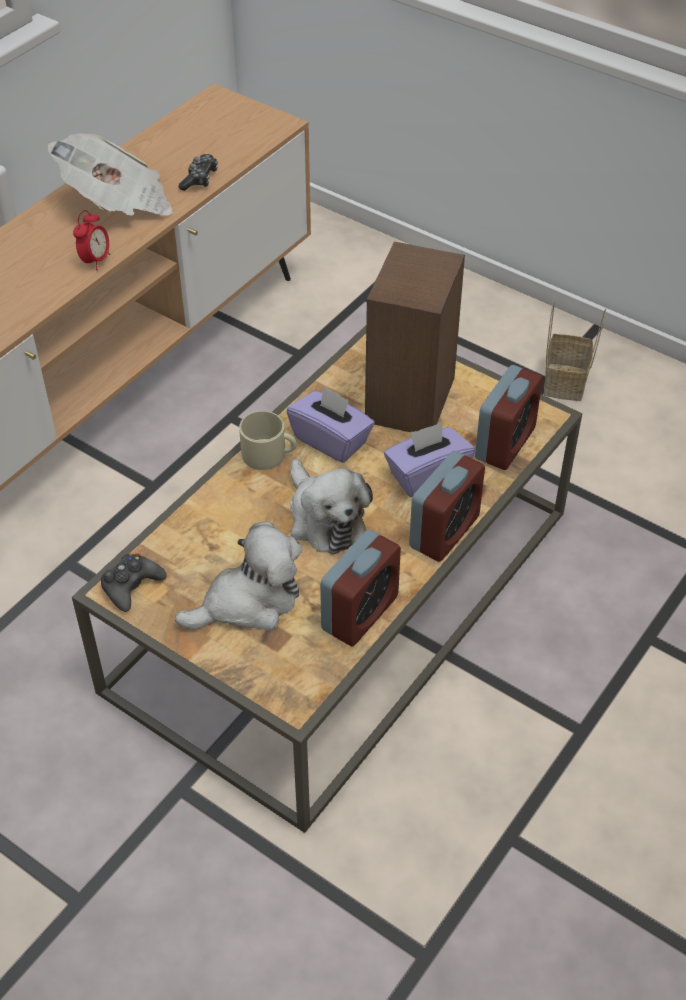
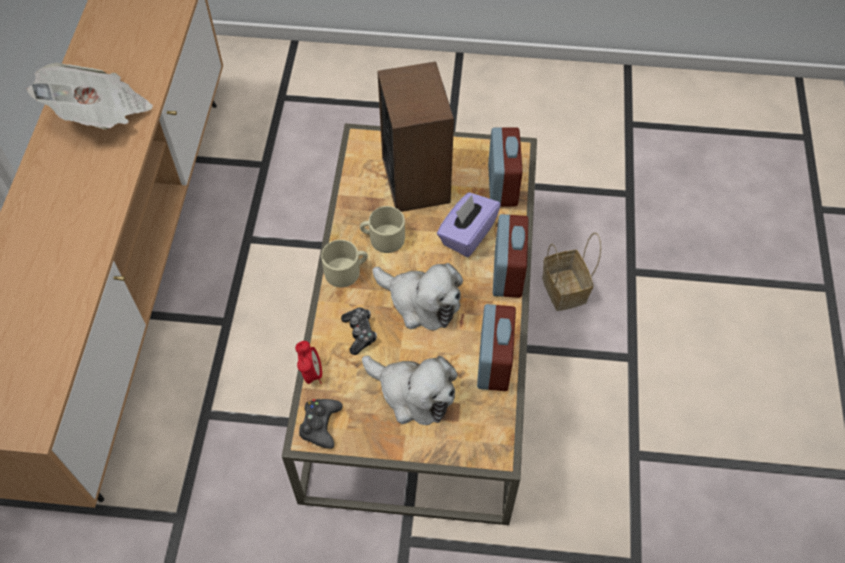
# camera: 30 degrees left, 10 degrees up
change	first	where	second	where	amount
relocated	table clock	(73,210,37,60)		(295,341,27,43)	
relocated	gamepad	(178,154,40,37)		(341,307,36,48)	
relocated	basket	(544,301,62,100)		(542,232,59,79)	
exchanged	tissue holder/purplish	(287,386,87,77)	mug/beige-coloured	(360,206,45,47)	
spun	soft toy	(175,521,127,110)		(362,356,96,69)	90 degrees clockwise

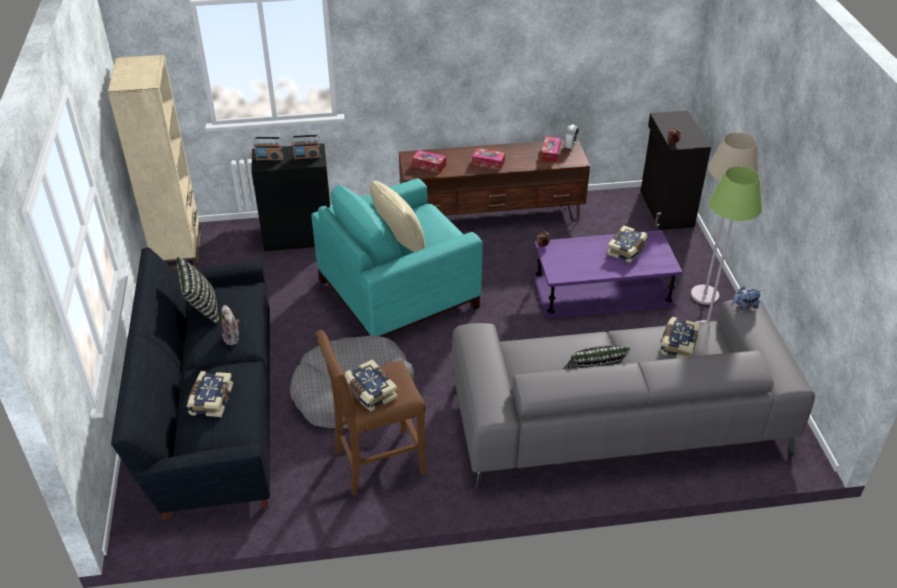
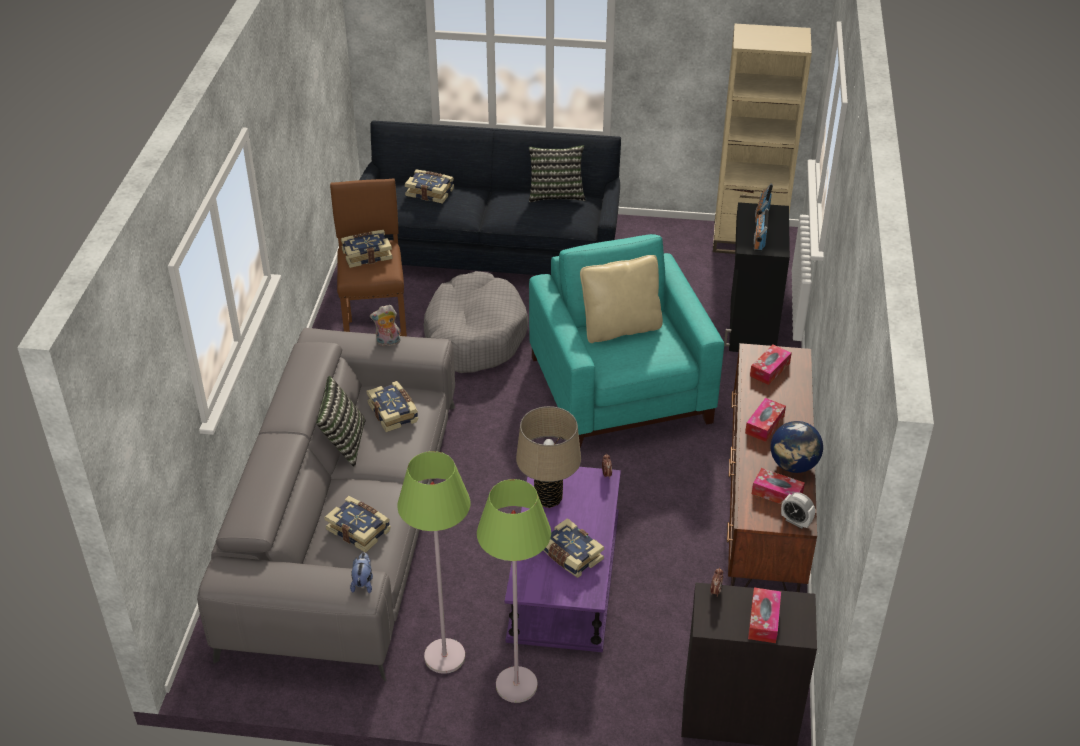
# camera: 105 degrees right, 0 degrees up
change	first	where	second	where	amount
appeared			book	(367,381,51,51)	
appeared			tabletop lamp/beige-coloured	(516,406,65,102)	
appeared			tissue holder	(748,587,33,56)	
appeared			globe	(771,421,52,52)	
relocated	soft toy	(221,305,18,40)		(370,305,31,41)	
colour	floor lamp/beige-coloured	(691,133,68,172)	floor lamp/greenish	(477,479,74,224)	

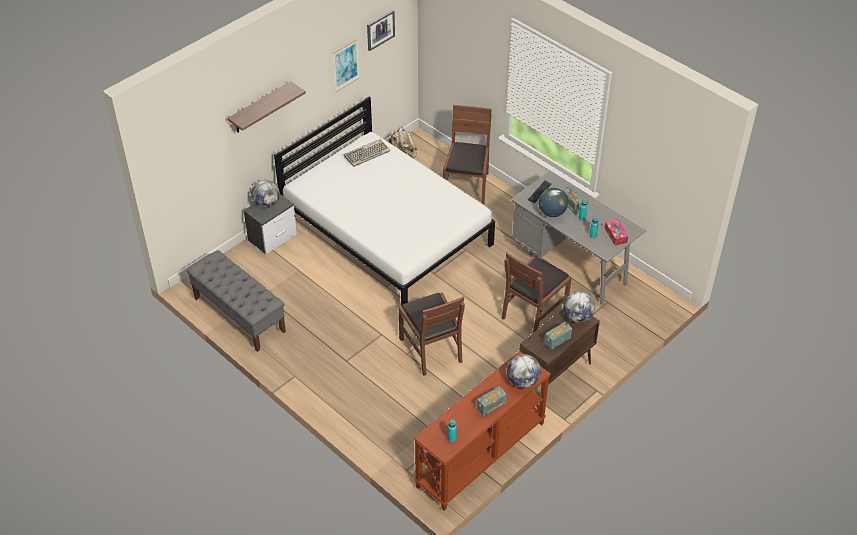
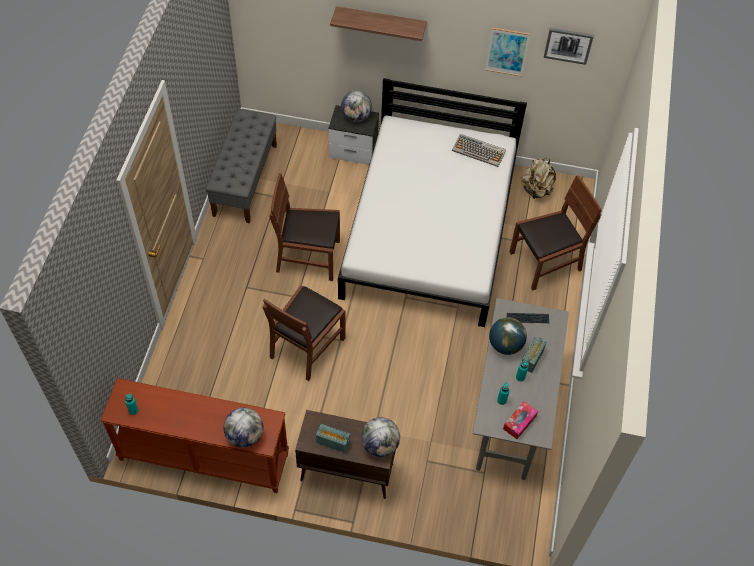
# camera: 55 degrees right, 10 degrees up
change	first	where	second	where	amount
missing	radio set	(477,387,29,29)			
relocated	upright chair/brownish	(501,253,71,80)		(270,173,70,108)	

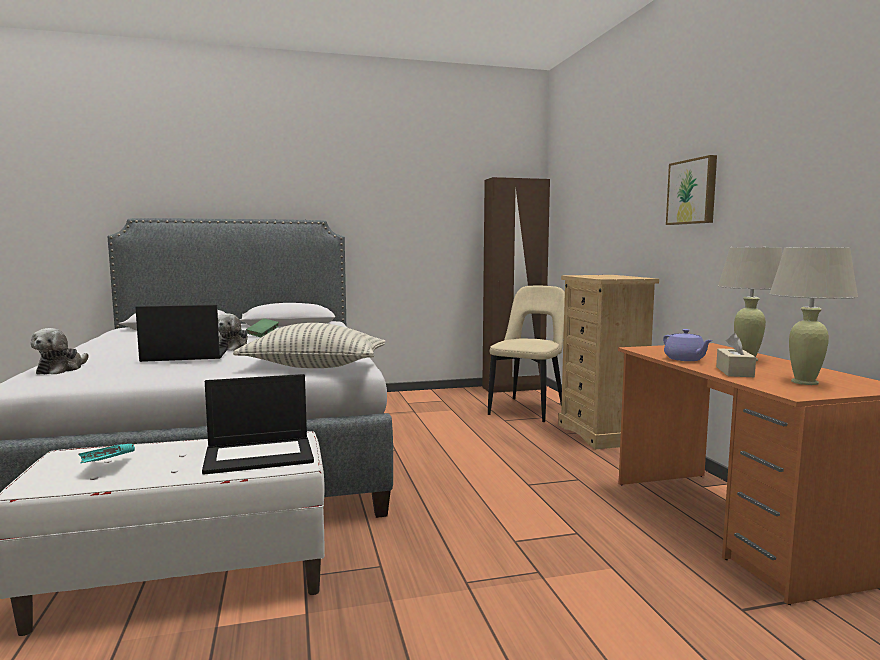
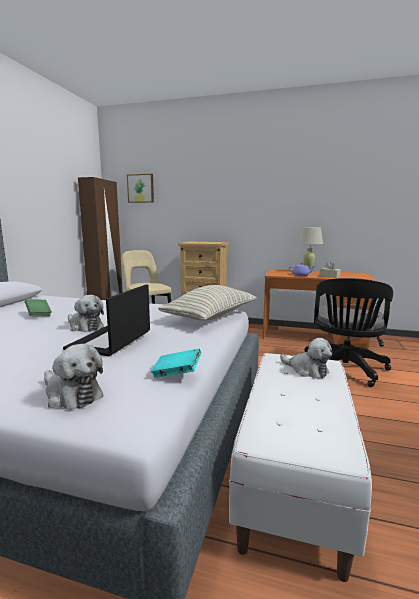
# camera: 60 degrees left, 5 degrees up
change	first	where	second	where	amount
missing	tabletop lamp/beige-coloured	(769,247,89,138)			
appeared			desk chair/black-coloured	(304,278,89,109)	
relocated	book/turquoise	(78,444,57,19)		(151,348,50,30)	
relocated	wall art	(666,155,51,70)		(127,174,27,29)	
exchanged	laptop	(202,374,112,101)	soft toy	(280,338,52,40)	

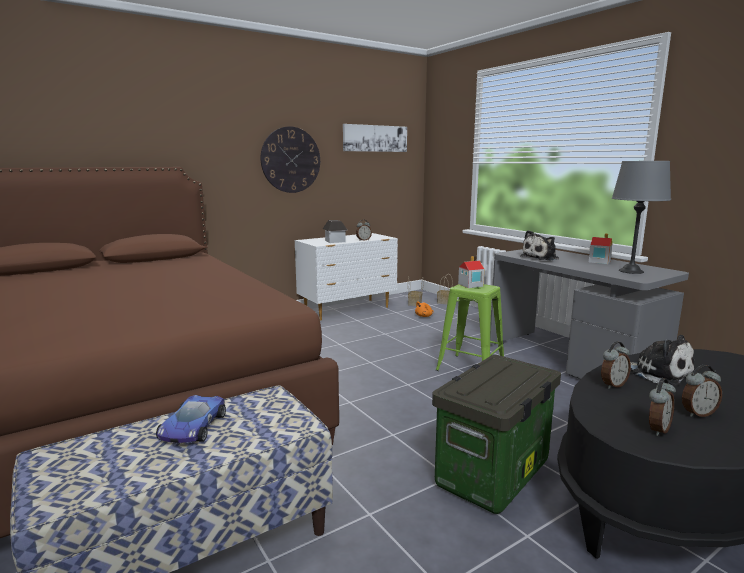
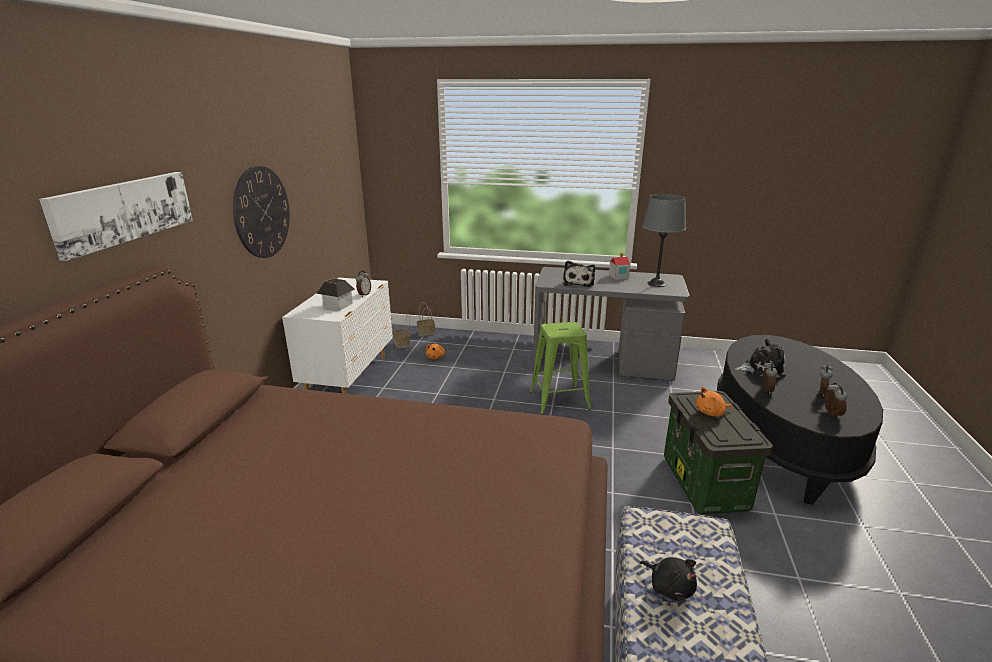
# camera: 45 degrees left, 10 degrees up
change	first	where	second	where	amount
missing	toy house	(458,256,26,32)			
appeared			soft toy/orange	(696,387,37,30)	
relocated	wall art	(343,124,64,28)		(39,172,154,89)	
exchanged	model car	(156,395,70,48)	soft toy/black-coloured	(640,557,57,44)	

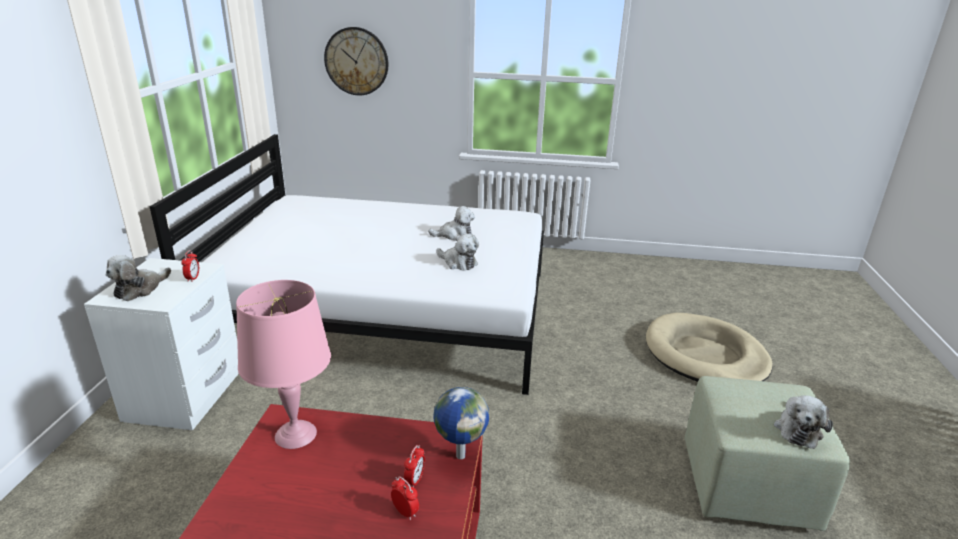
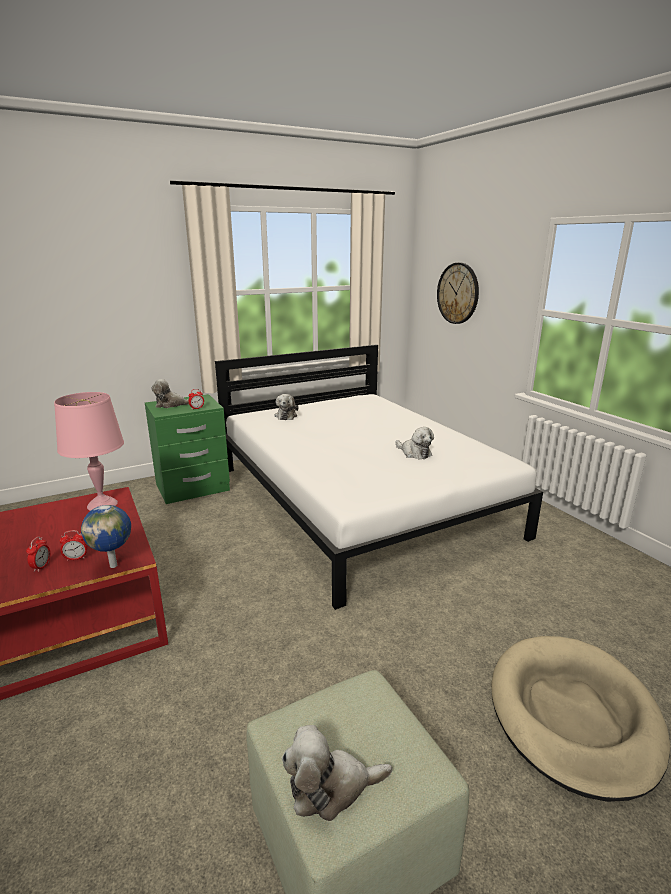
# camera: 55 degrees right, 5 degrees down
change	first	where	second	where	amount
relocated	soft toy	(436,234,43,36)		(274,394,25,26)	
colour	bedside table/white-coloured	(84,258,155,172)	bedside table/greenish	(145,394,85,110)	

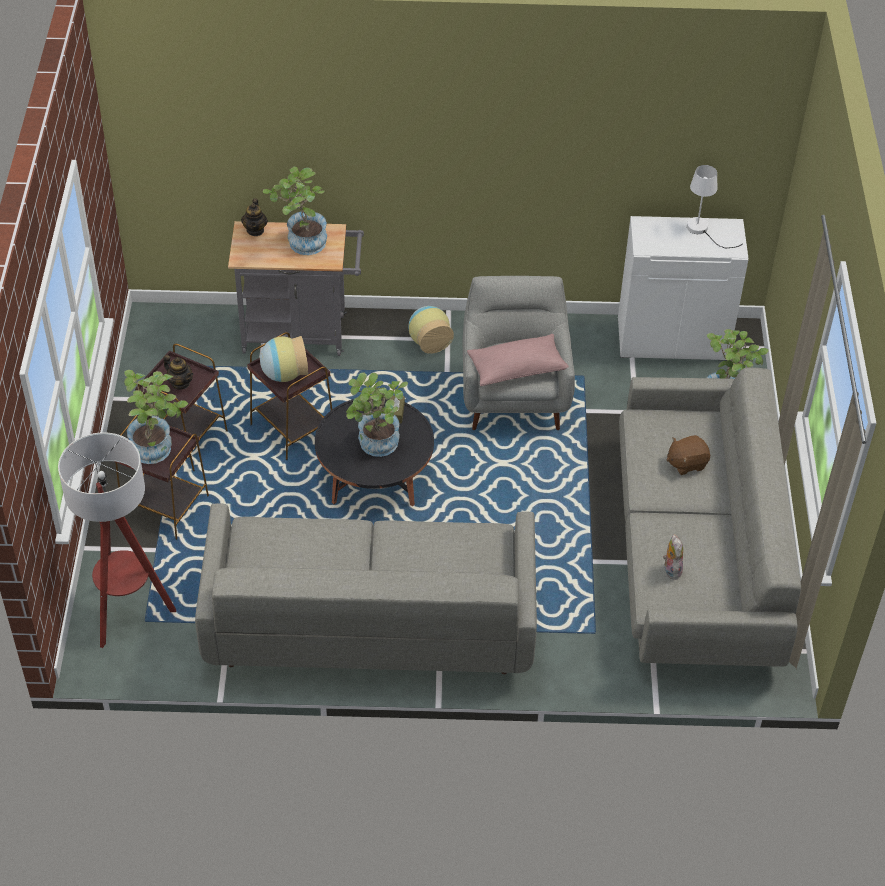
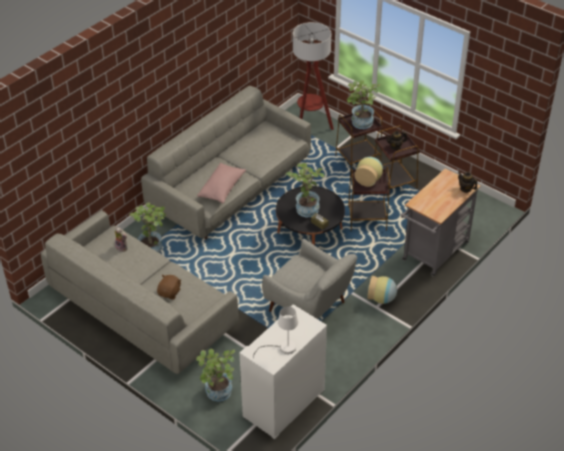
# camera: 130 degrees right, 5 degrees down
change	first	where	second	where	amount
relocated	plant in a pot	(263,167,64,88)		(129,202,37,51)	
relocated	throw pillow/pinkish	(467,334,102,52)		(197,163,49,40)	

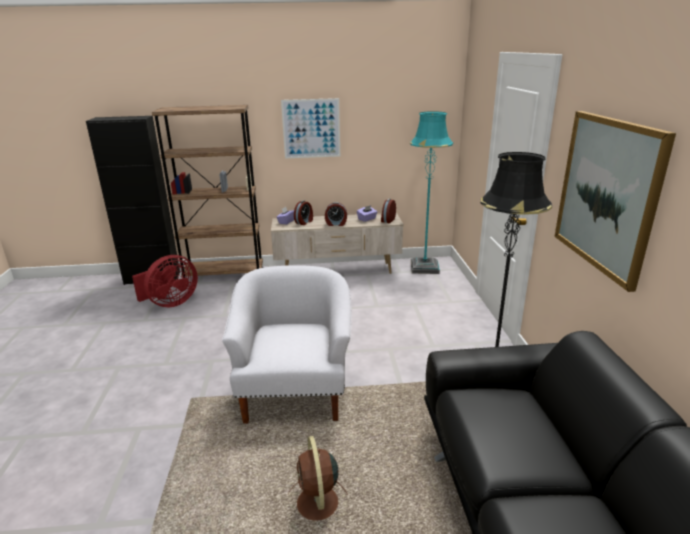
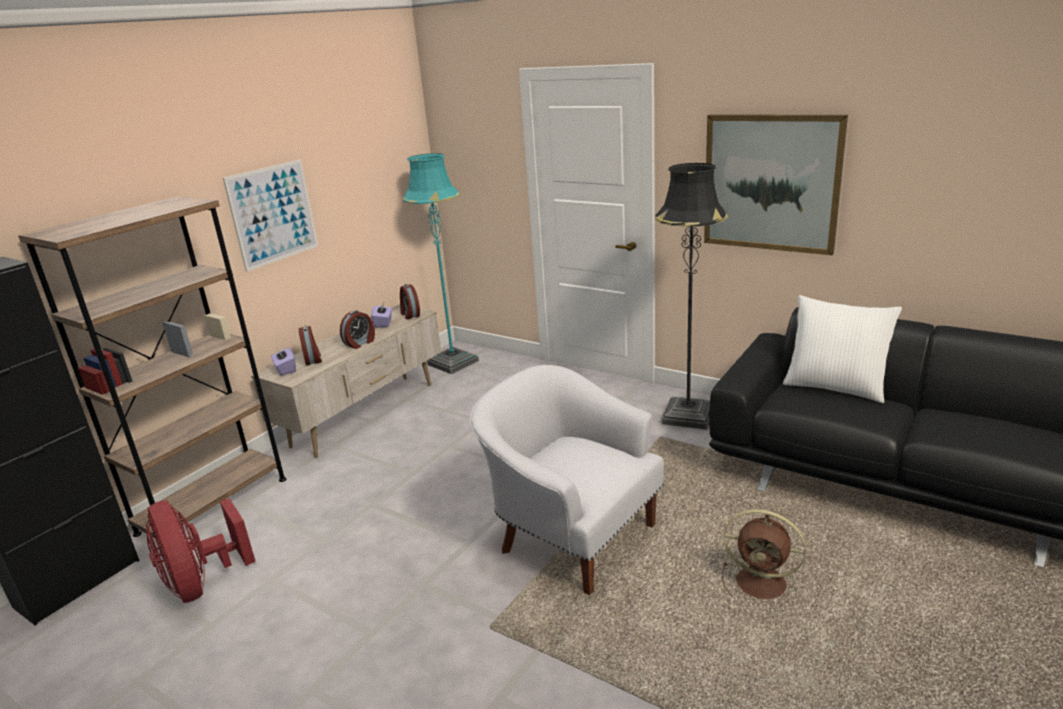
# camera: 50 degrees left, 0 degrees up
change	first	where	second	where	amount
appeared			throw pillow/white-coloured	(783,295,119,109)	
spun	cooling fan/reddish	(132,255,66,52)		(146,498,110,105)	150 degrees clockwise

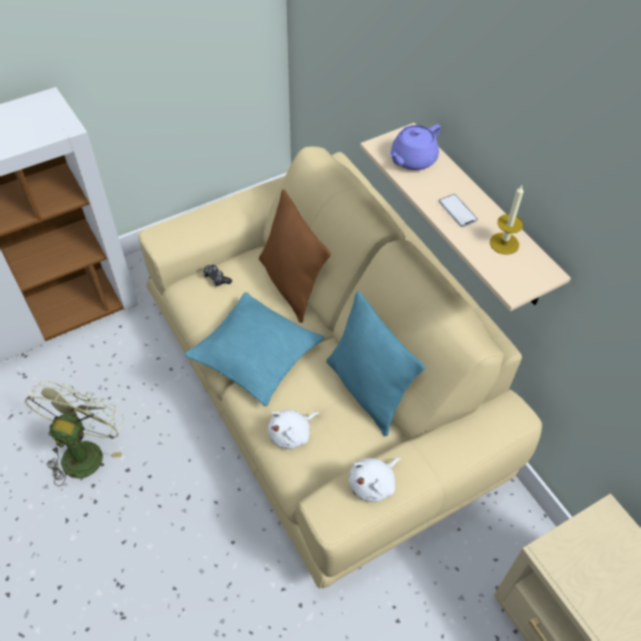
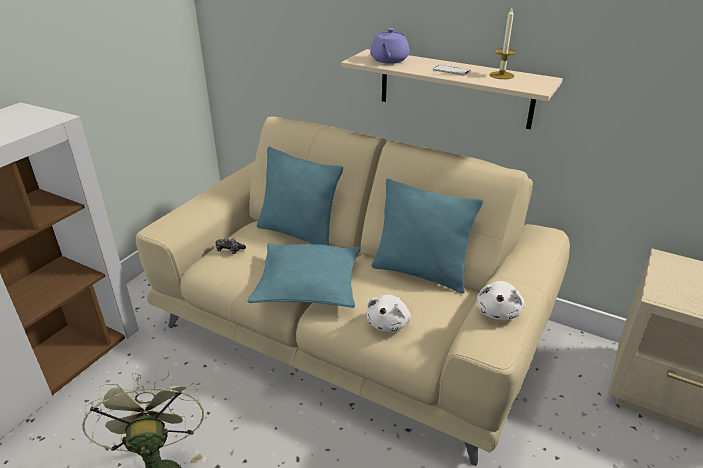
# camera: 30 degrees left, 20 degrees down
change	first	where	second	where	amount
colour	throw pillow/brownish	(259,189,72,134)	throw pillow/turquoise	(257,147,86,98)	

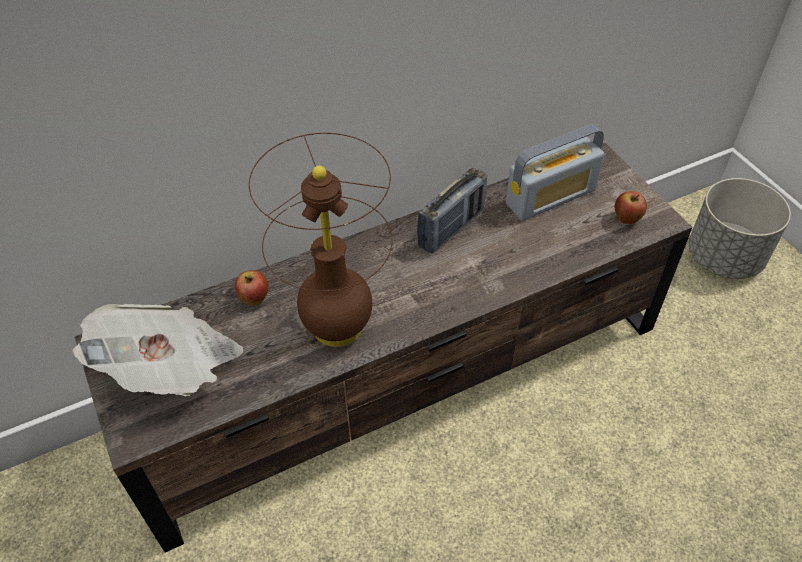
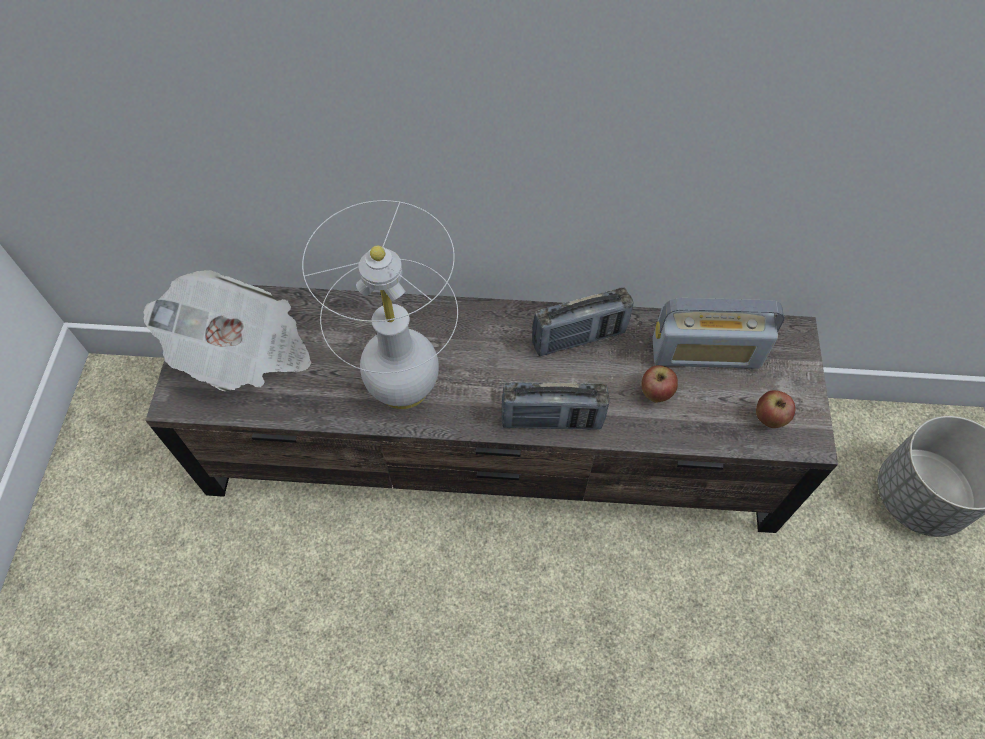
# camera: 30 degrees right, 10 degrees up
change	first	where	second	where	amount
appeared			radio set	(501,382,108,48)	
relocated	whole apple	(235,270,34,36)		(641,365,37,38)	
colour	tabletop lamp/brownish	(249,133,144,214)	tabletop lamp/white-coloured	(302,200,156,209)	

